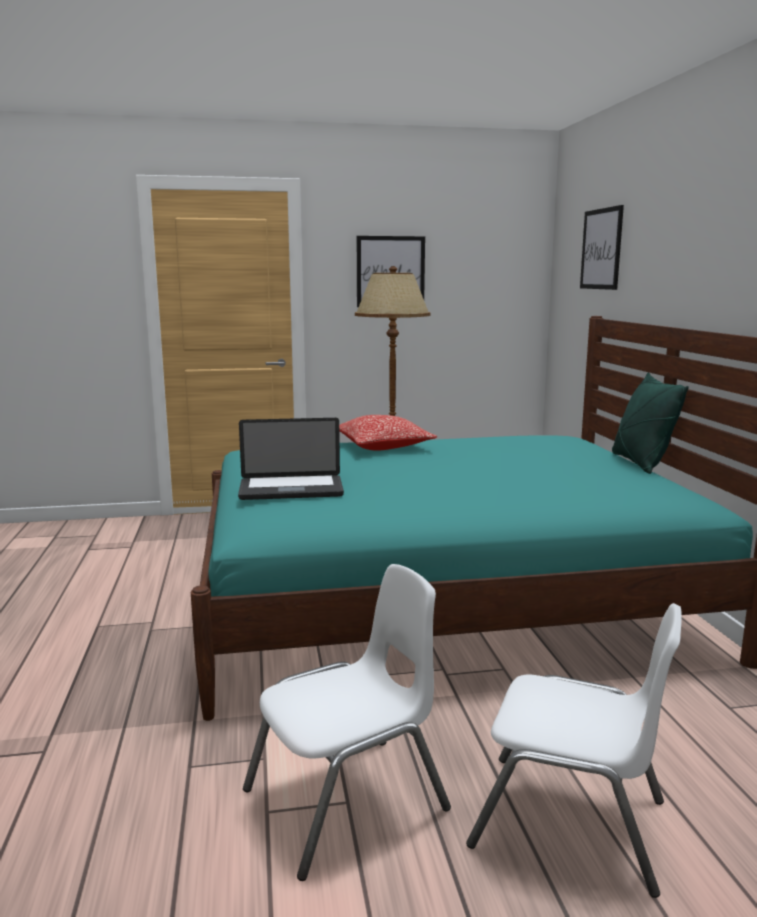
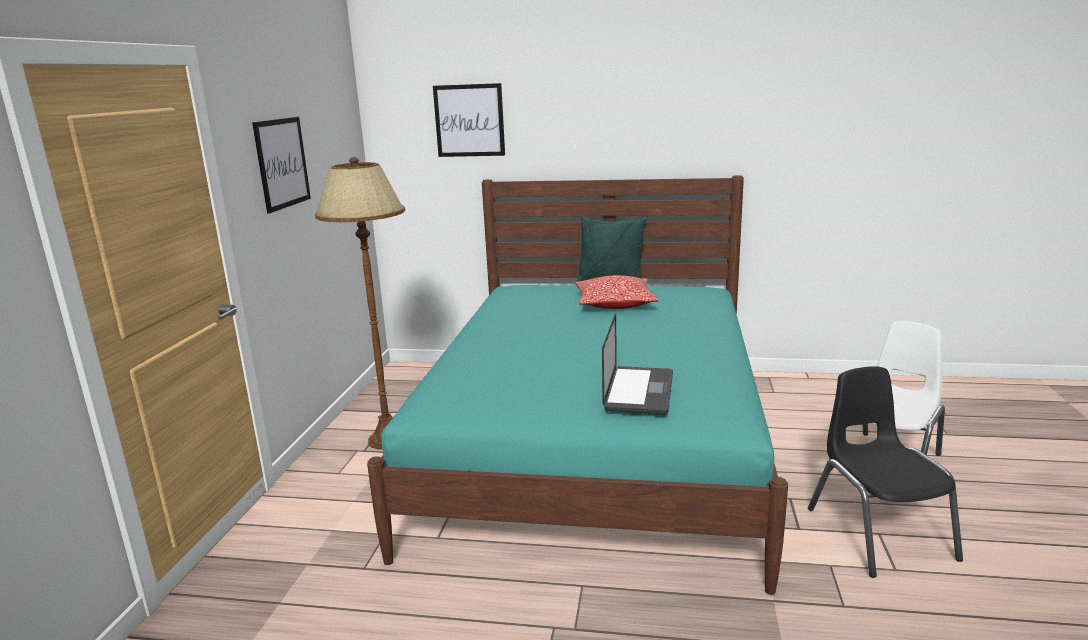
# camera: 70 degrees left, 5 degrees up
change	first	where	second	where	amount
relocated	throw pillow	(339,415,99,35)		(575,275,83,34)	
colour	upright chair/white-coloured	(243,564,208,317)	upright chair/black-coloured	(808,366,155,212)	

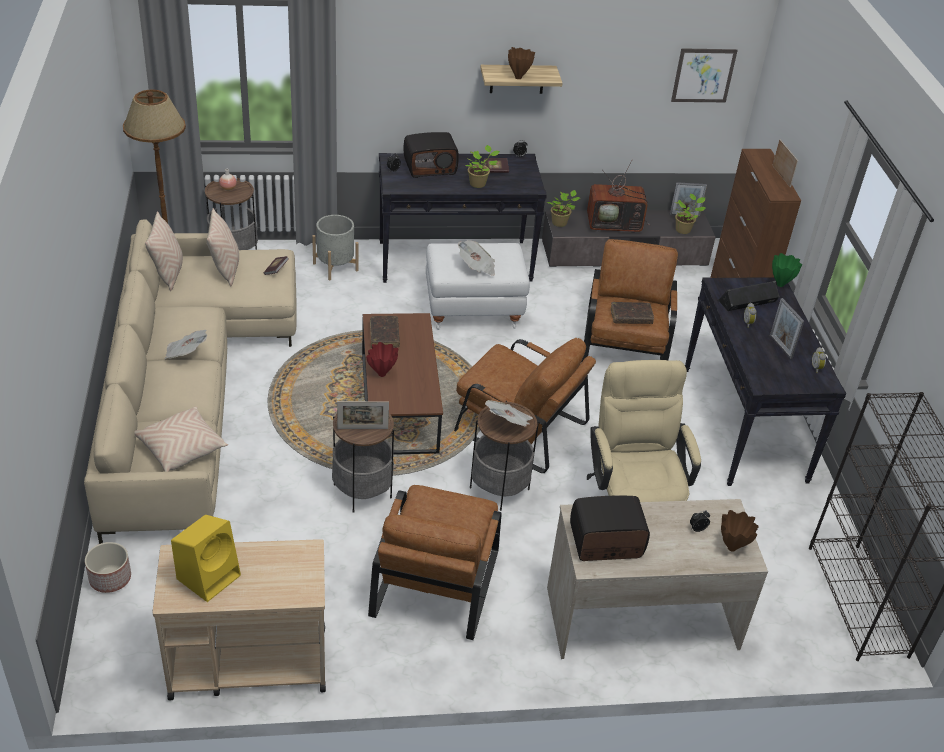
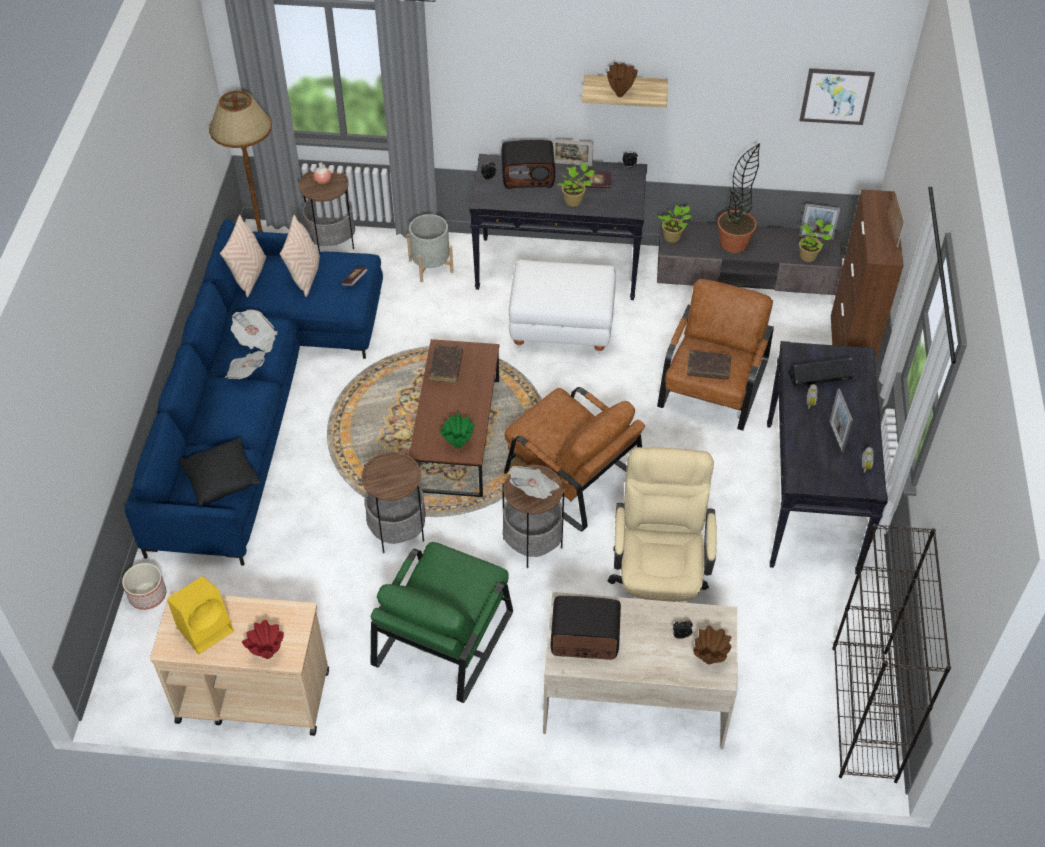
# camera: 15 degrees right, 10 degrees up
change	first	where	second	where	amount
relocated	standing frame	(337,401,52,28)		(551,138,43,28)	
relocated	vase/reddish	(366,342,32,35)		(242,620,42,39)	
relocated	printed paper	(458,240,37,36)		(231,310,47,42)	
relocated	vase/greenish	(772,253,30,34)		(440,414,35,35)	
exchanged	TV	(587,161,63,72)	plant in a pot	(718,143,42,110)	
colour	settee/beige-coloured	(84,219,213,325)	settee/bluish	(124,219,259,347)	
colour	throw pillow/beige-coloured	(135,406,93,66)	throw pillow/black-coloured	(179,437,83,70)	
colour	easy chair/brownish	(368,485,134,155)	easy chair/greenish	(371,542,142,161)	

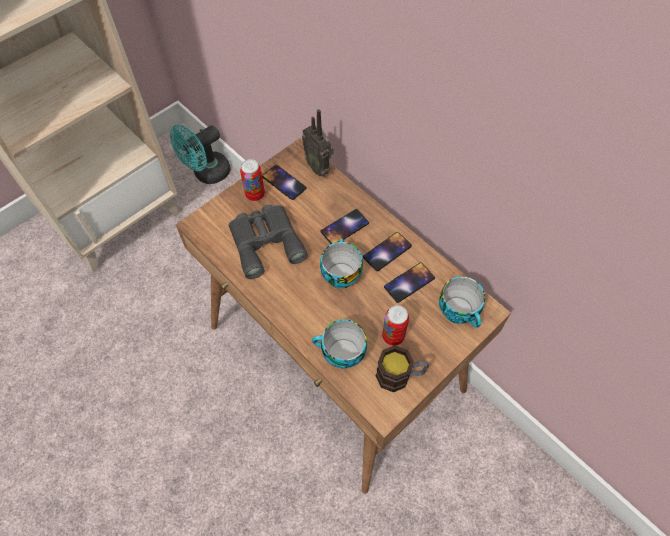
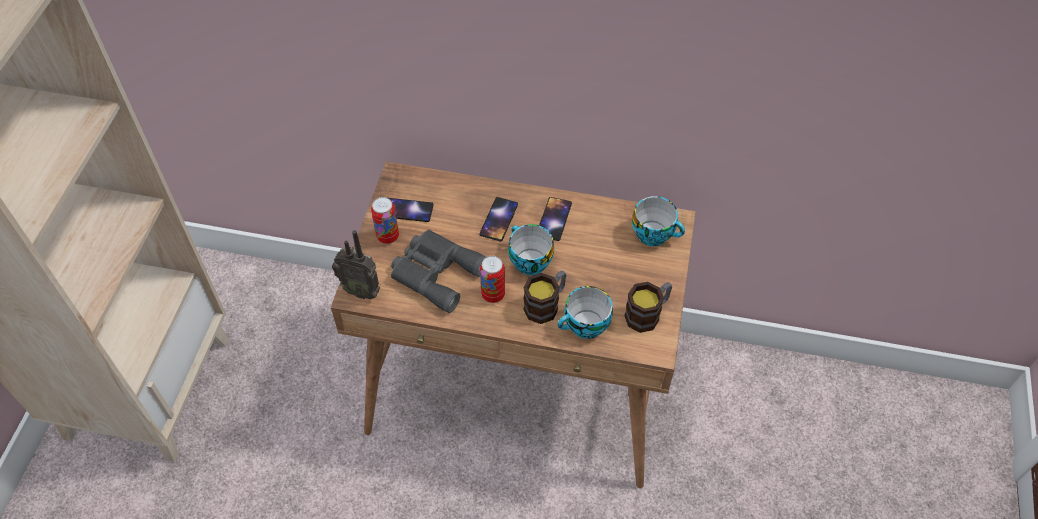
# camera: 35 degrees left, 5 degrees down
change	first	where	second	where	amount
missing	cooling fan/turquoise	(170,125,60,59)			
missing	phone	(384,262,51,41)			
appeared			mug	(523,271,43,53)	
relocated	radio set	(302,109,31,67)		(332,230,48,69)	
relocated	can	(382,305,27,41)		(480,256,25,47)	

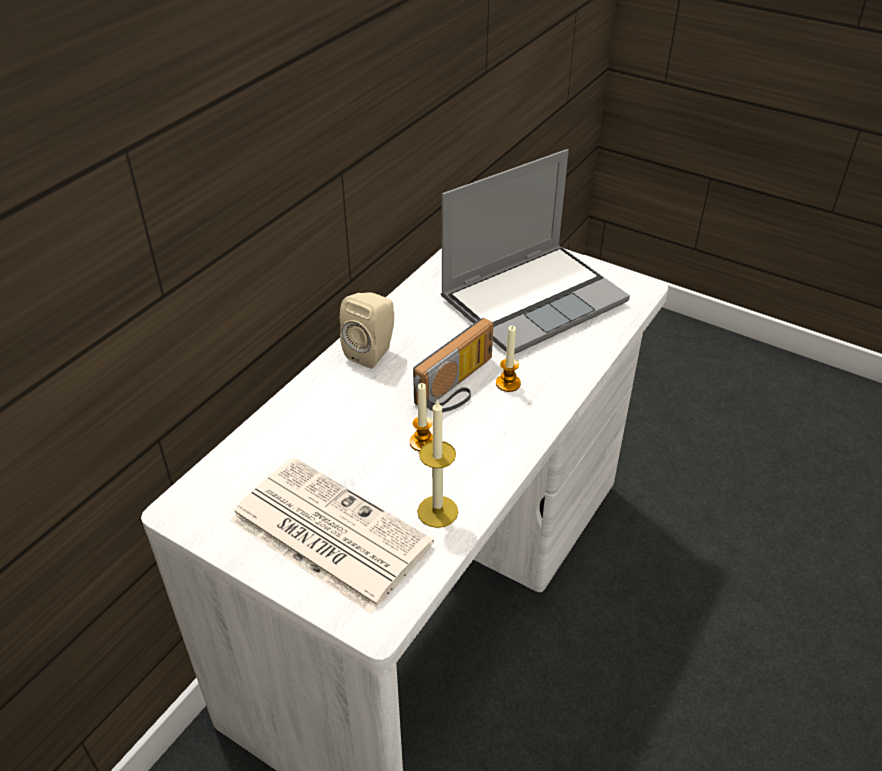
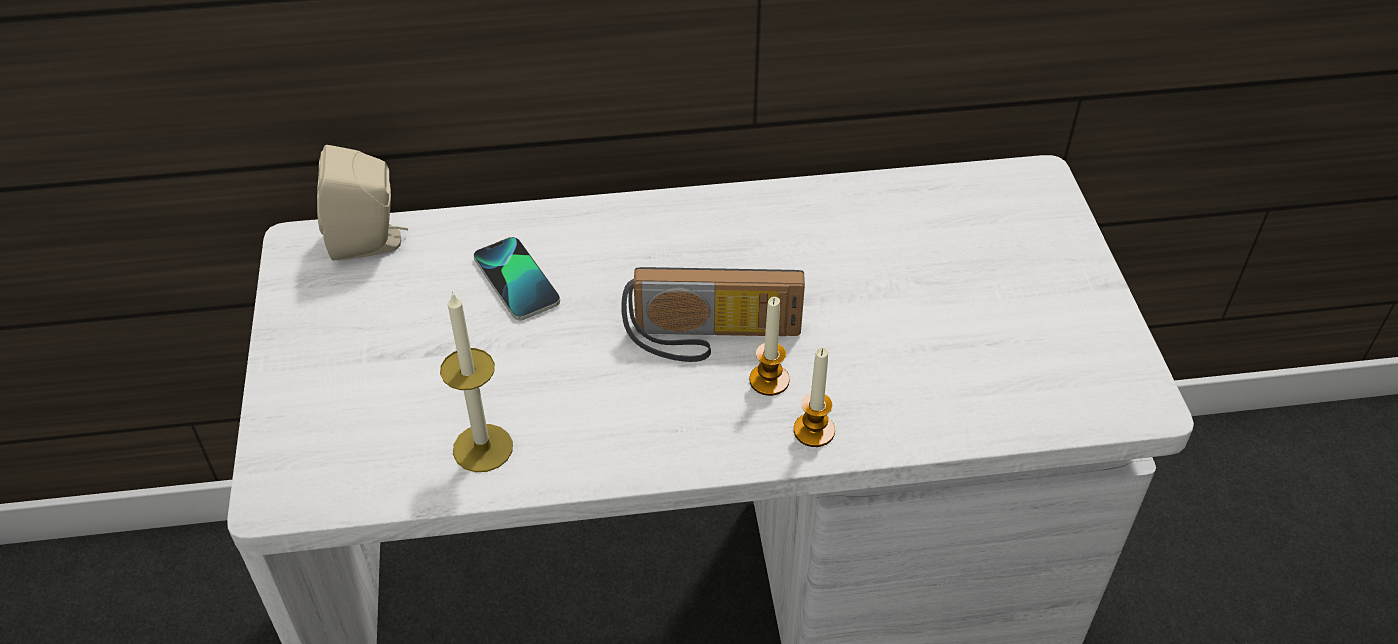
# camera: 50 degrees right, 5 degrees up
change	first	where	second	where	amount
missing	printed paper	(229,457,205,157)			
missing	laptop	(441,149,189,205)			
appeared			phone	(473,237,87,83)	
relocated	audio speaker/beige-coloured	(340,293,54,76)		(317,145,91,116)	
relocated	wax candle	(410,383,23,69)		(794,347,41,100)	

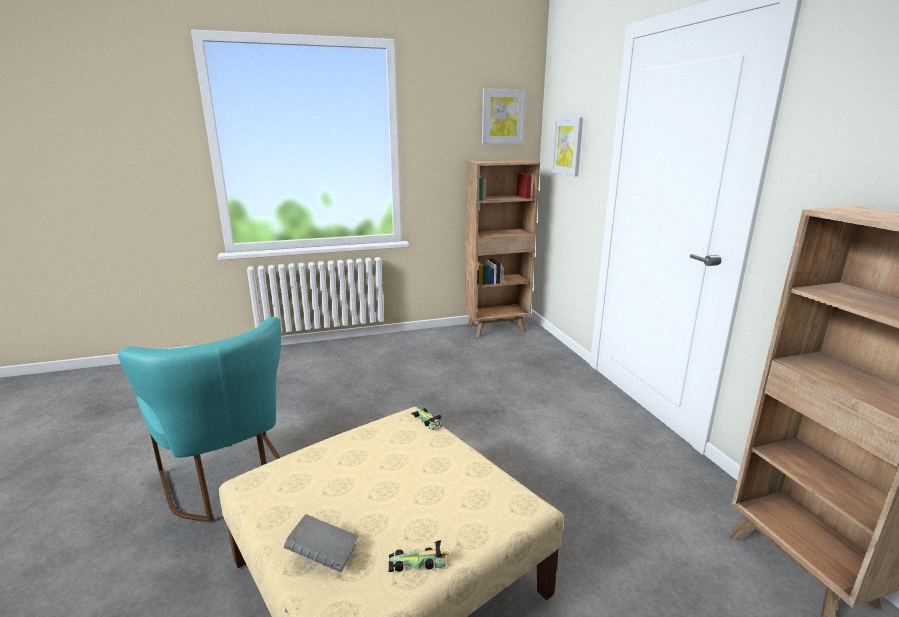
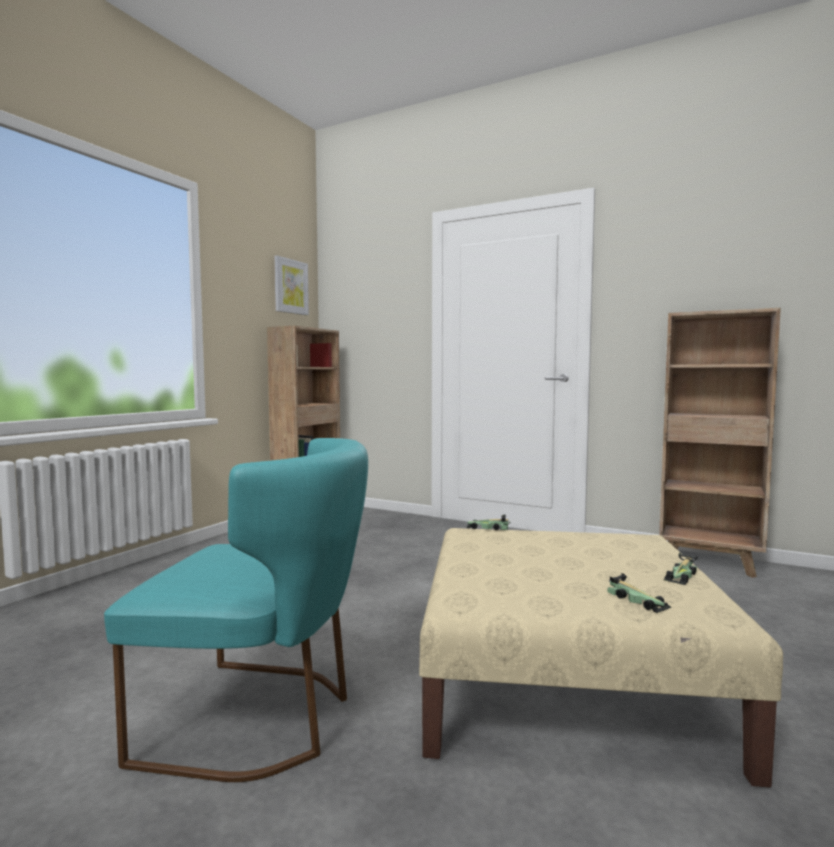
# camera: 45 degrees left, 15 degrees down
change	first	where	second	where	amount
missing	wall art	(552,117,31,59)			
exchanged	book/grey	(284,514,74,58)	model car	(608,573,63,40)	

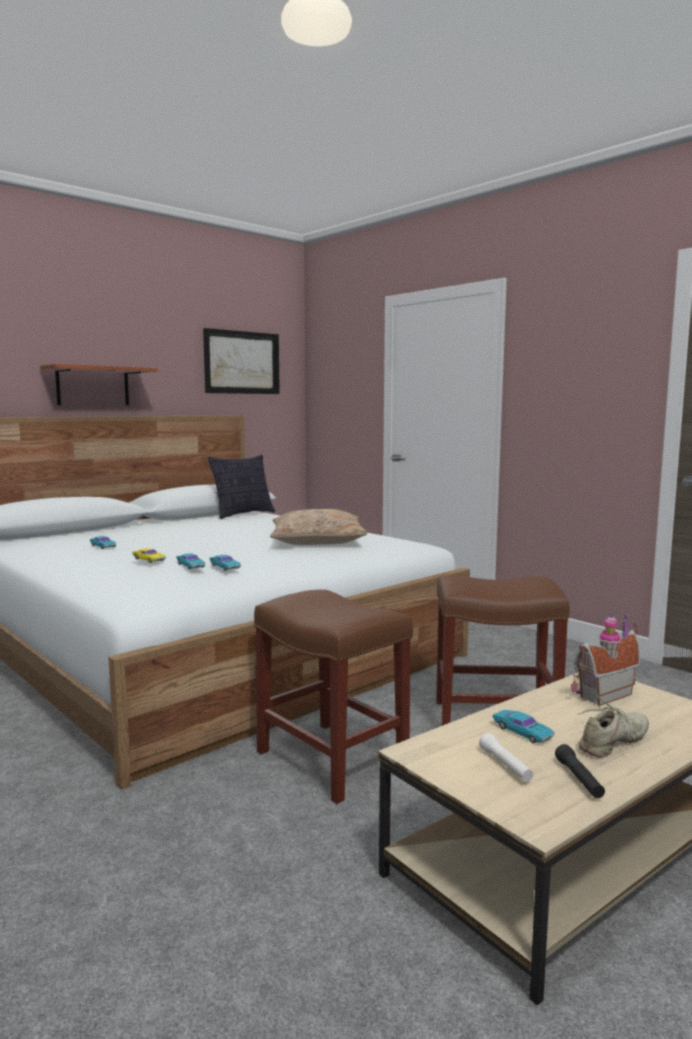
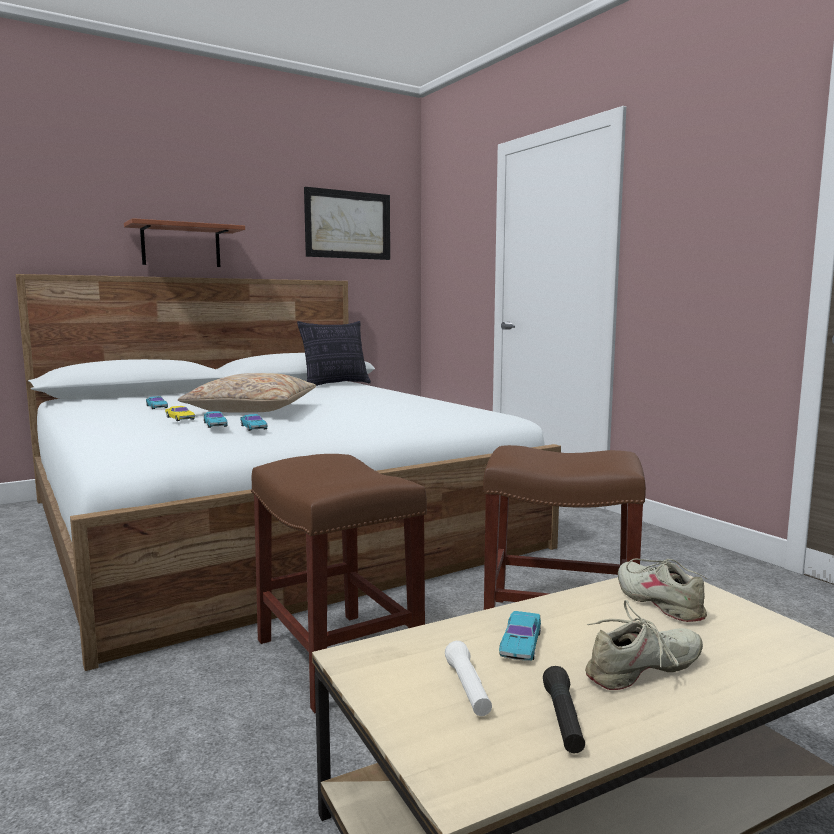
# camera: 10 degrees right, 0 degrees up
change	first	where	second	where	amount
relocated	throw pillow/beige-coloured	(270,509,97,36)		(178,373,138,39)	
exchanged	toy house	(571,612,69,94)	shoe/beige-coloured	(618,558,89,64)	
spun	model car/turquoise	(493,710,62,33)		(499,611,42,50)	45 degrees clockwise

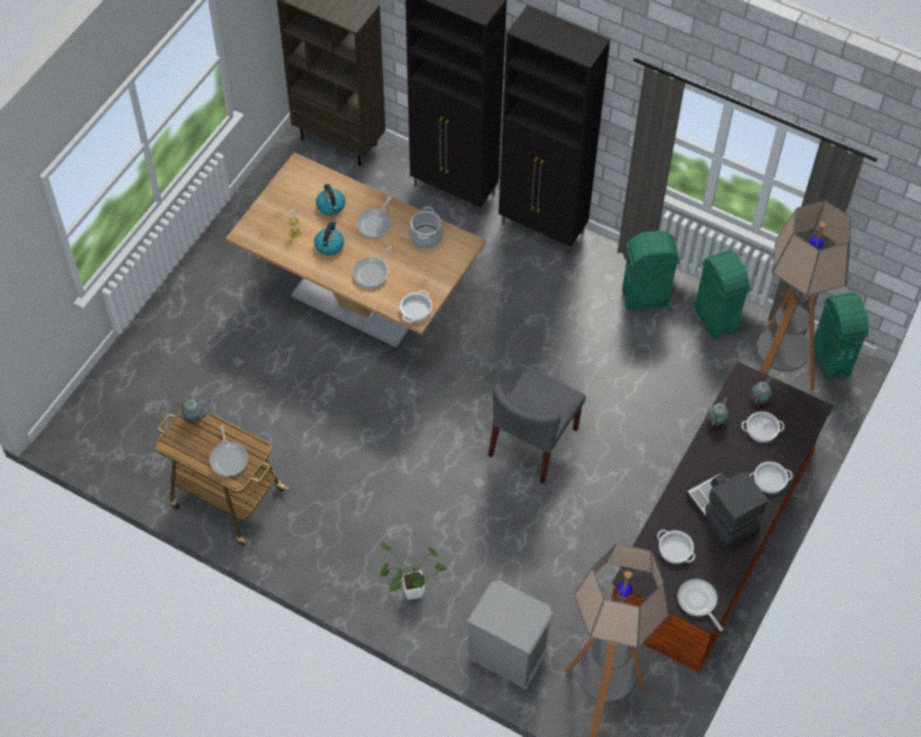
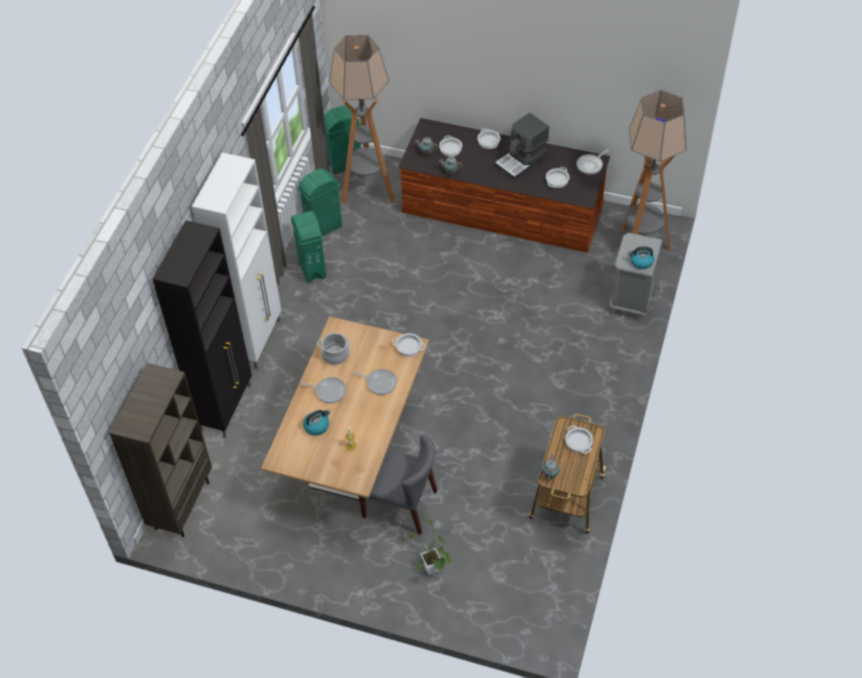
# camera: 100 degrees left, 5 degrees down
change	first	where	second	where	amount
relocated	tea kettle	(314,221,30,34)		(628,246,26,23)	
relocated	plant in a pot	(380,543,67,57)		(409,519,42,56)	
relocated	upright chair/grey	(488,366,98,118)		(359,435,78,100)	
exchanged	pan	(209,425,39,52)	saucepot	(565,425,28,28)	
colour	storage cabinet/black-coloured	(498,5,112,250)	storage cabinet/white-coloured	(192,152,89,217)	

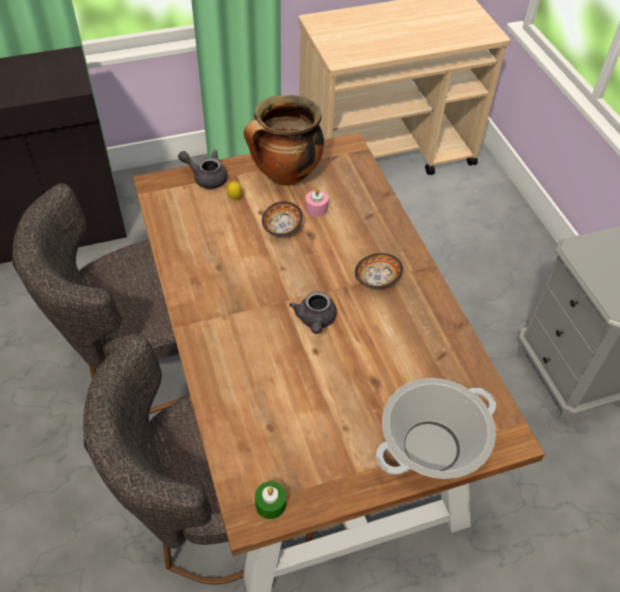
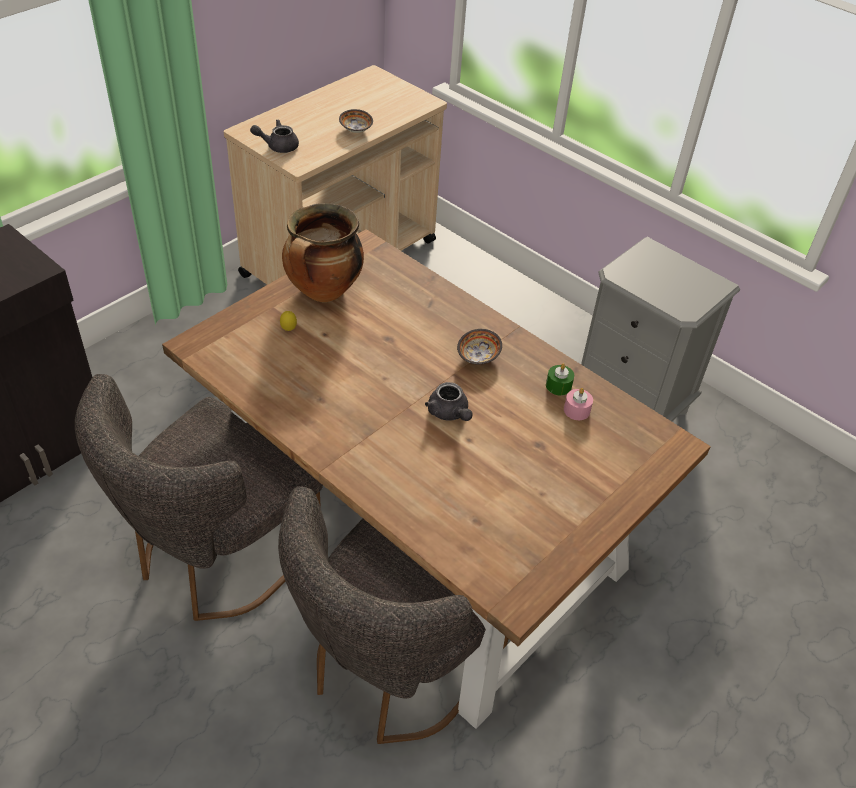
# camera: 30 degrees left, 5 degrees down
change	first	where	second	where	amount
missing	saucepot	(376,378,120,101)			
relocated	teapot/grey	(178,150,50,39)		(250,119,49,34)	
relocated	wax candle/greenish	(255,481,31,38)		(546,363,28,33)	
relocated	serving bowl	(262,201,41,35)		(339,109,34,24)	
relocated	wax candle/pinkish	(305,189,23,28)		(564,388,29,32)	

